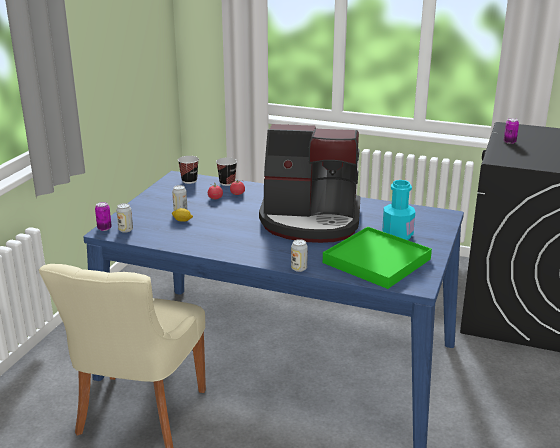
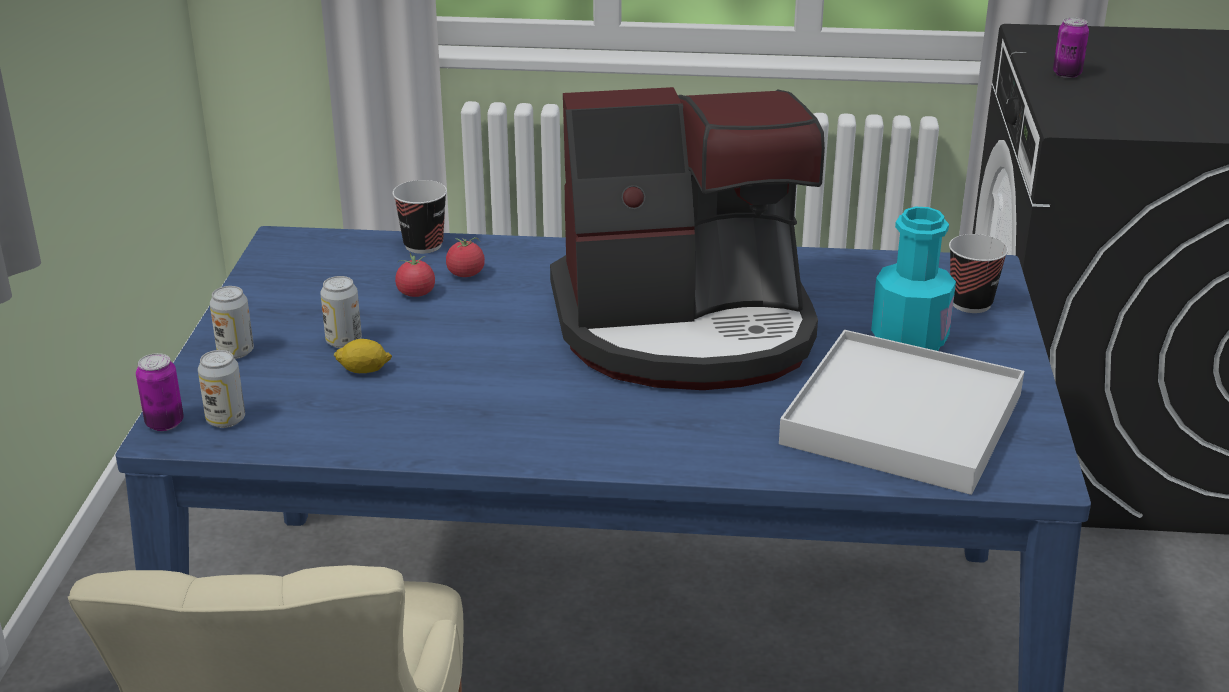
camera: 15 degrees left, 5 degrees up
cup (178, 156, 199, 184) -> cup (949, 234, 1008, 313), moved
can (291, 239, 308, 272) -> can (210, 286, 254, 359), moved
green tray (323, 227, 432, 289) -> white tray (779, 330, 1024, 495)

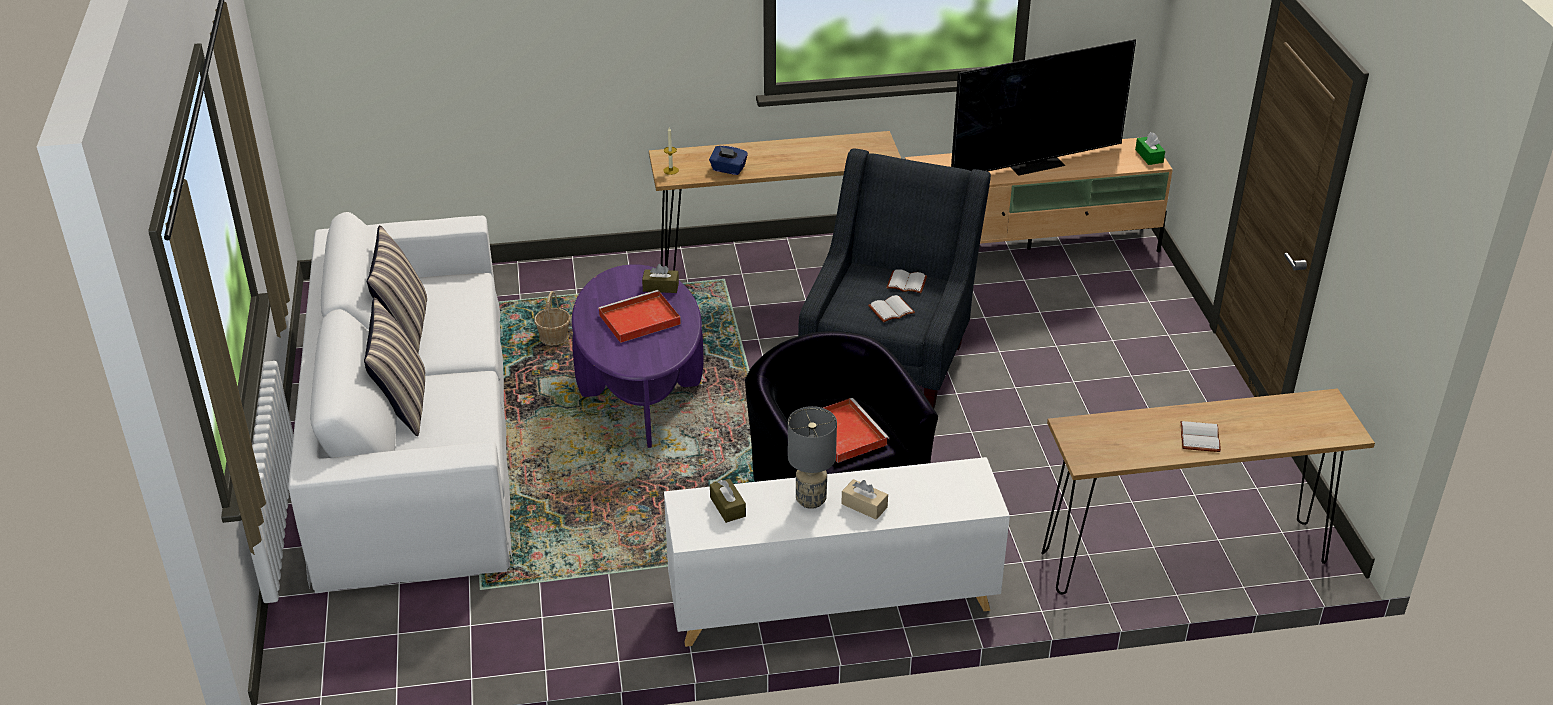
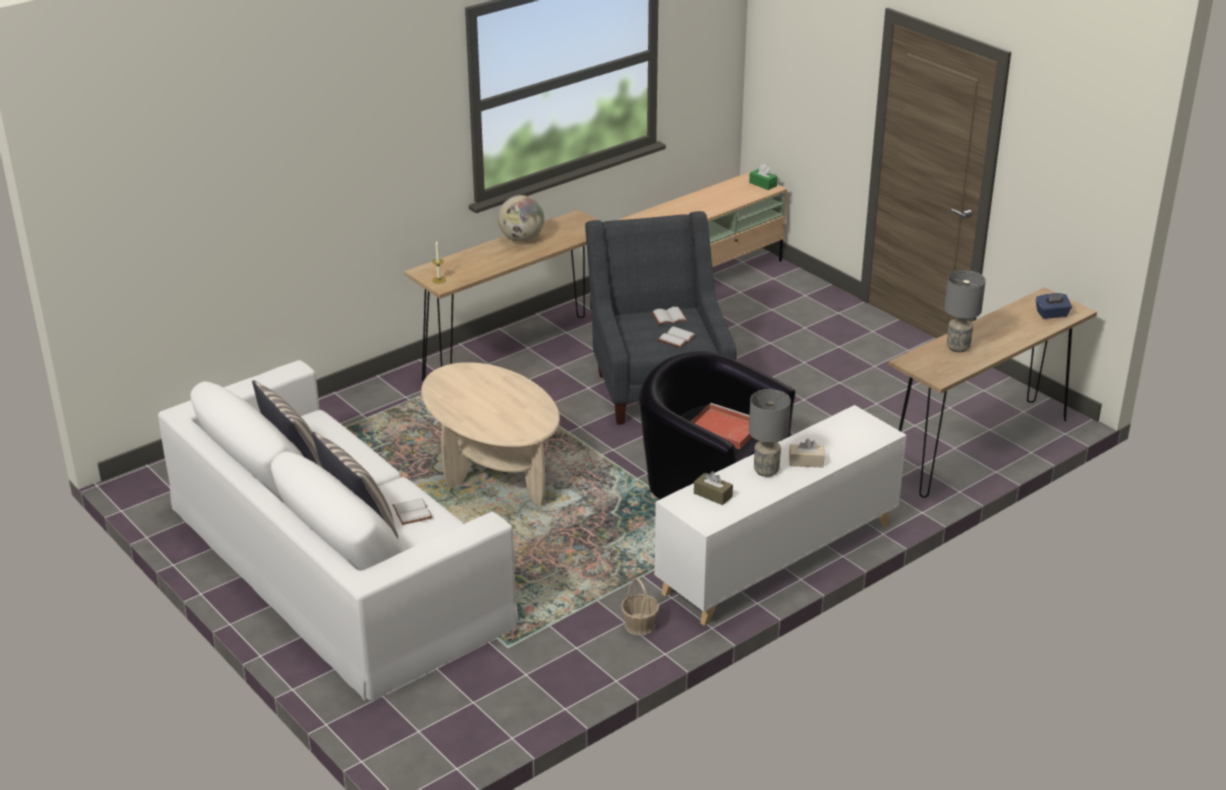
camera: 30 degrees left, 5 degrees down
red tray (598, 290, 681, 343) -> none
brown tissue box (642, 264, 679, 293) -> none
television (951, 39, 1136, 176) -> none
none -> globe (498, 195, 544, 242)
none -> grey table lamp (944, 270, 986, 352)
basket (534, 291, 570, 345) -> basket (621, 578, 659, 636), moved
blue tissue box (709, 146, 748, 175) -> blue tissue box (1036, 293, 1072, 319), moved
white book (1180, 421, 1221, 452) -> white book (392, 498, 432, 525), moved
purple coffee table (572, 264, 703, 448) -> beige coffee table (421, 362, 560, 506)

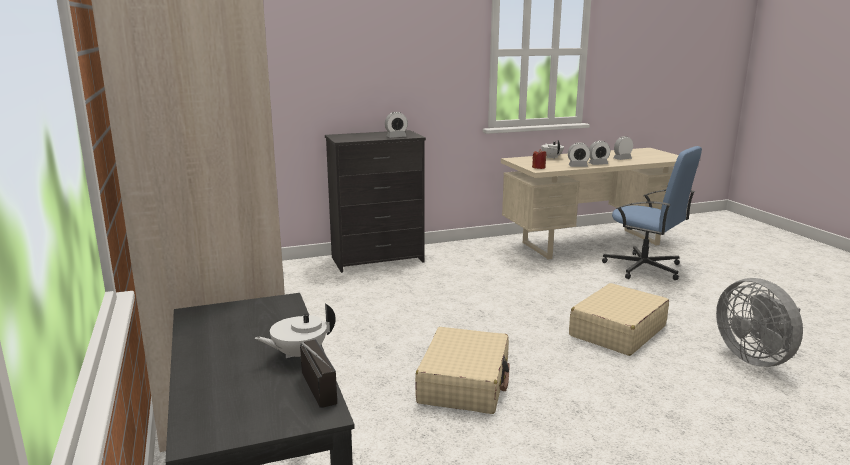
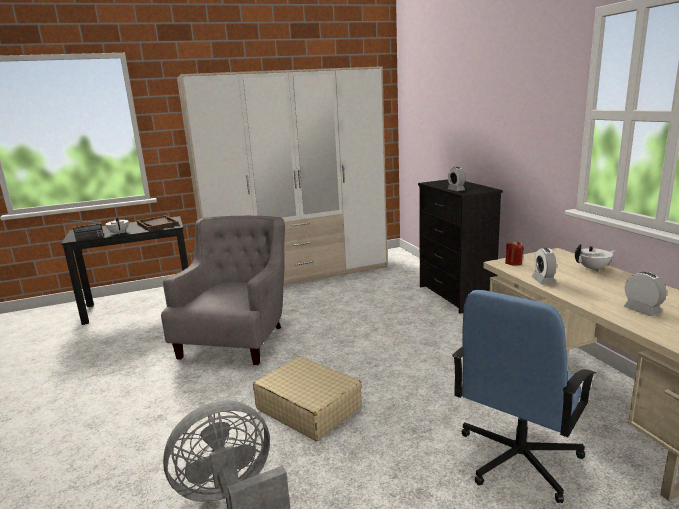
camera: 90 degrees right, 0 degrees up
alarm clock (589, 141, 610, 165) -> none
none -> brown tray (137, 215, 179, 231)
beige suitcase (415, 327, 510, 414) -> grey armchair (161, 216, 285, 365)

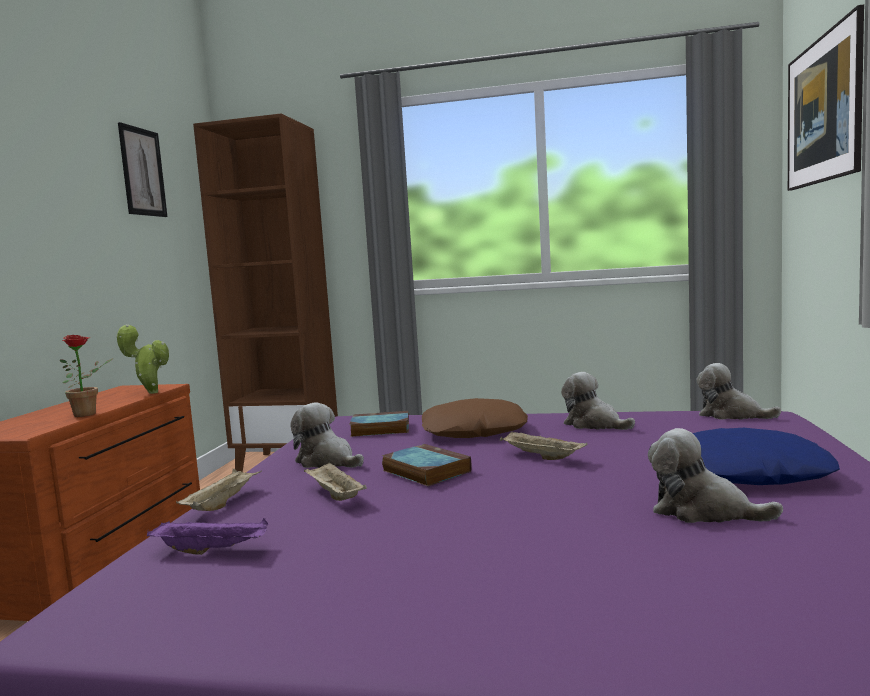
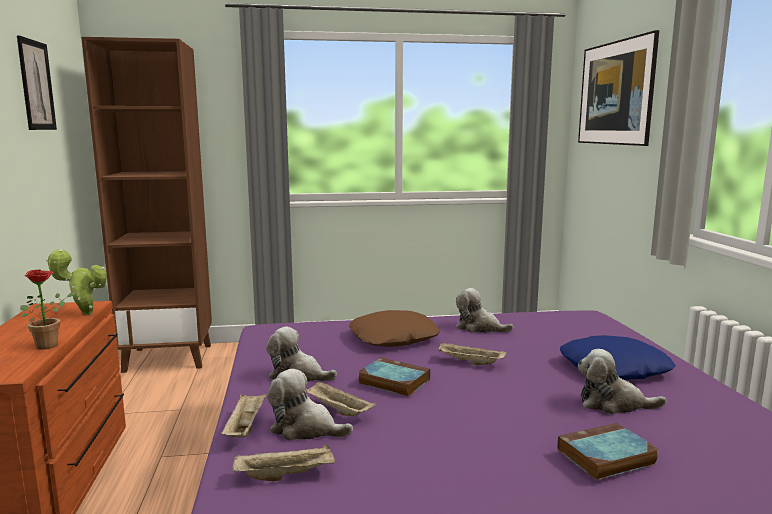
camera: 20 degrees left, 5 degrees up
book (349, 411, 409, 437) -> book (558, 423, 658, 480), moved
plush toy (696, 363, 781, 420) -> plush toy (267, 369, 353, 441), moved
purple tray (147, 518, 268, 555) -> beige tray (232, 444, 335, 481)

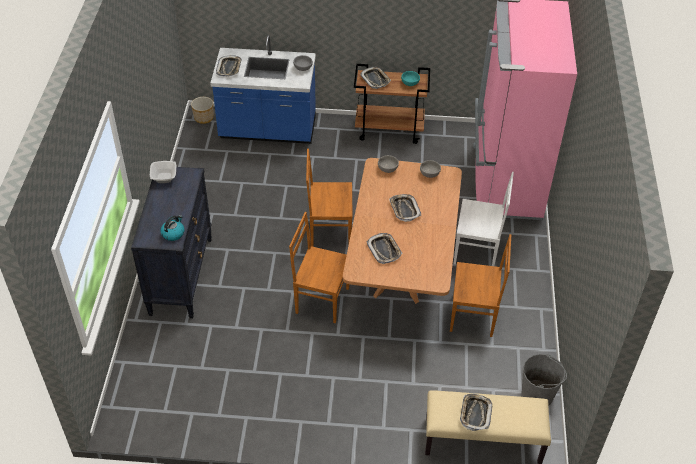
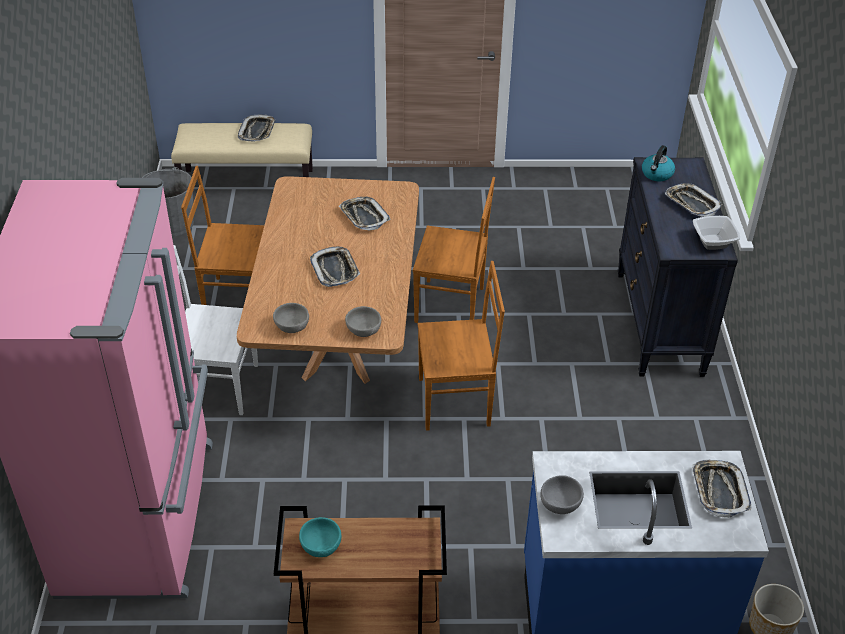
camera: 175 degrees right, 5 degrees down
tray (360, 67, 391, 89) -> tray (665, 183, 723, 217), moved

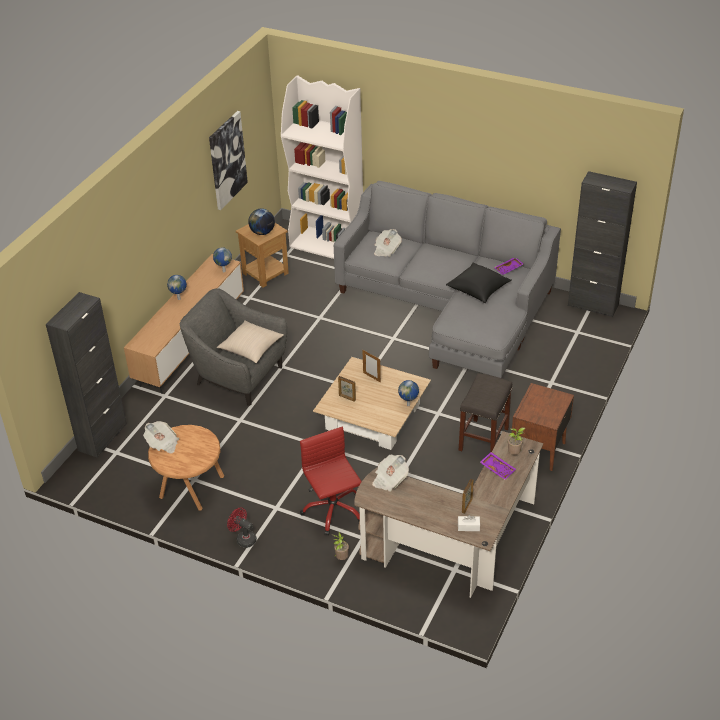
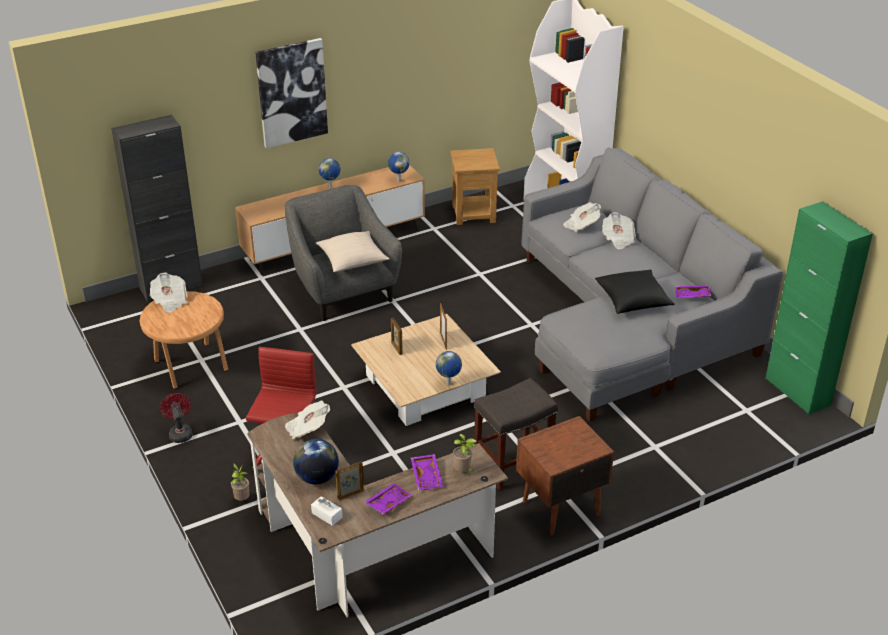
camera: 35 degrees right, 5 degrees down
none -> purple tray (365, 483, 412, 514)
none -> newspaper (602, 212, 636, 249)
picture (209, 111, 248, 210) -> picture (255, 38, 328, 148), moved
globe (248, 209, 275, 235) -> globe (293, 439, 339, 484), moved
black cabinet (568, 171, 637, 317) -> green cabinet (765, 201, 873, 415)

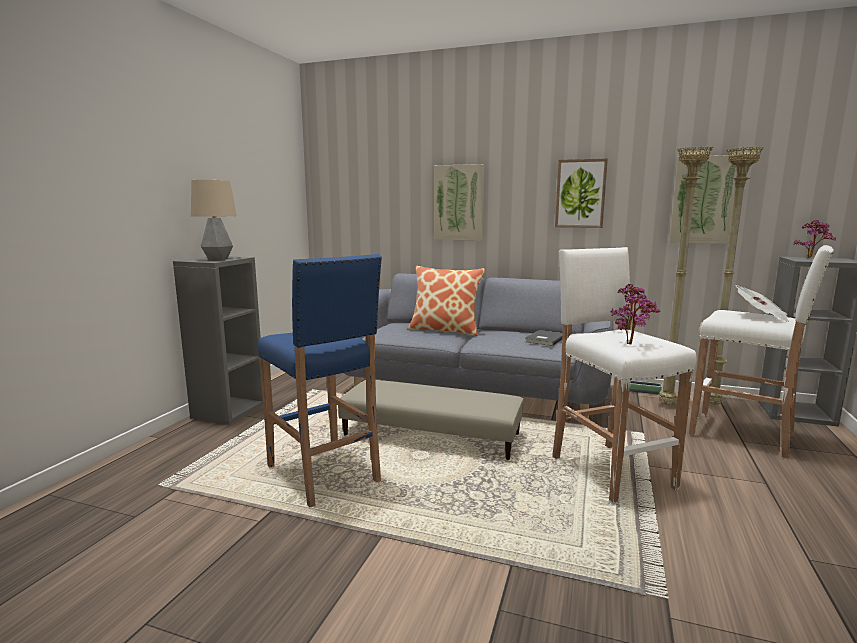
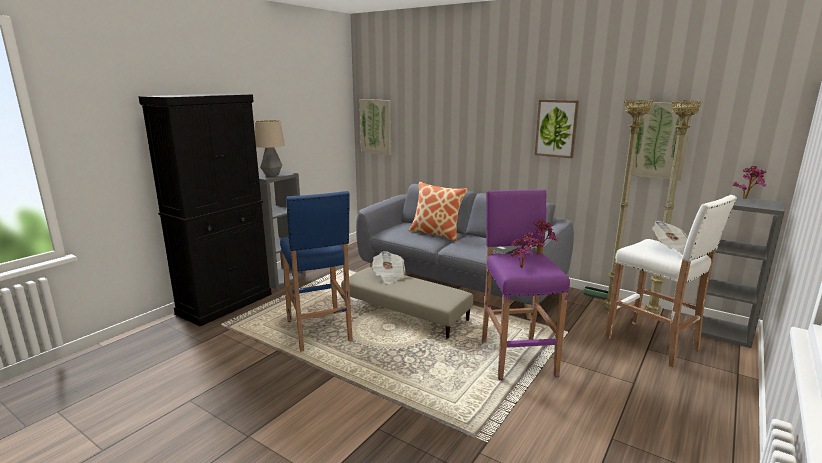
camera: 15 degrees right, 5 degrees up
none -> black cabinet (138, 94, 272, 326)
none -> newspaper (372, 251, 405, 284)
picture (434, 164, 485, 241) -> picture (360, 99, 391, 155), moved
white stool (552, 247, 696, 505) -> purple stool (482, 189, 570, 380)

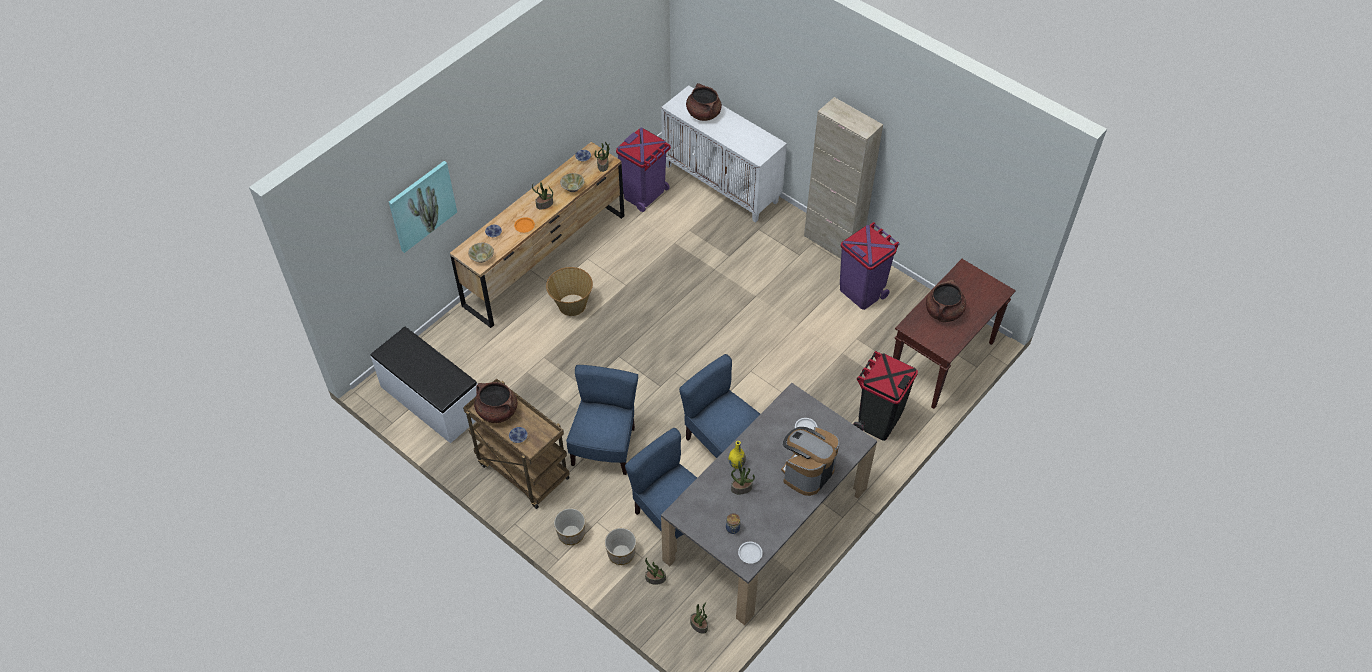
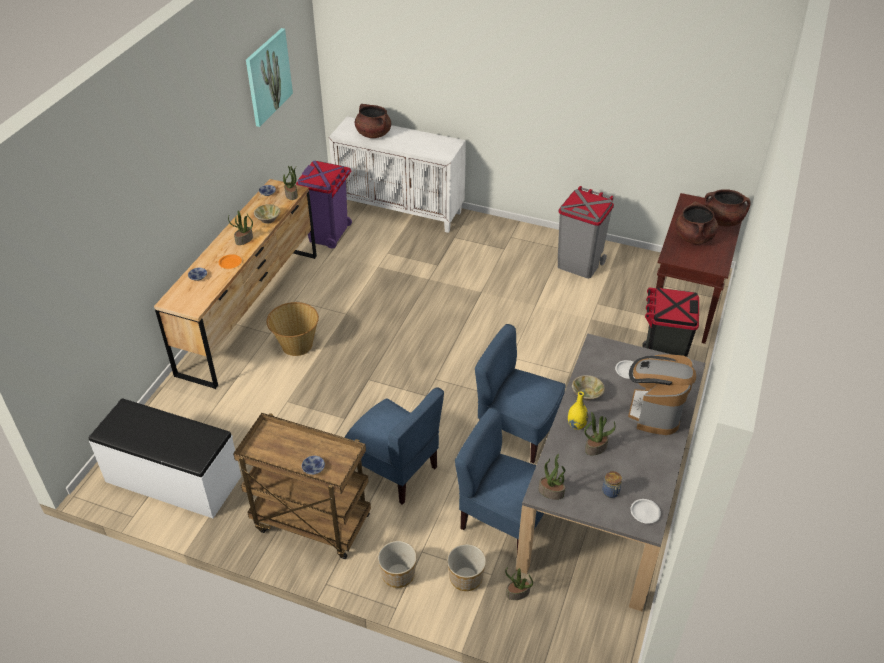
camera: 20 degrees left, 10 degrees down
beige cabinet (804, 97, 883, 259) -> none
picture (389, 161, 457, 253) -> picture (246, 28, 293, 127), moved
beige bowl (468, 243, 494, 263) -> beige bowl (572, 375, 605, 401), moved
brown cooking pot (474, 382, 518, 423) -> brown cooking pot (704, 189, 751, 227), moved
potted plant (690, 603, 708, 634) -> potted plant (539, 454, 565, 500), moved
purple trash can (840, 222, 899, 310) -> grey trash can (558, 186, 614, 278)
blue chair (566, 365, 638, 475) -> blue chair (344, 387, 444, 505), 135 degrees clockwise

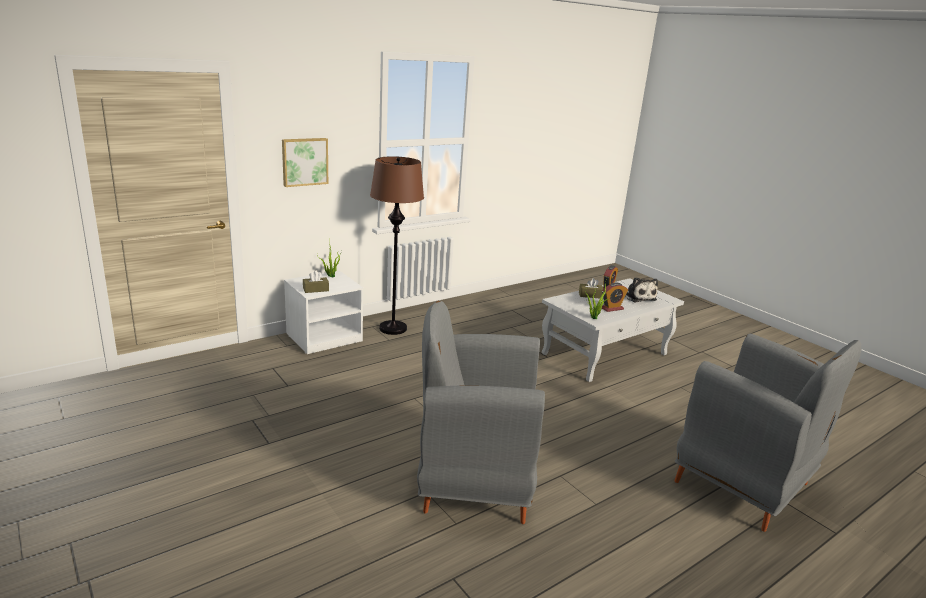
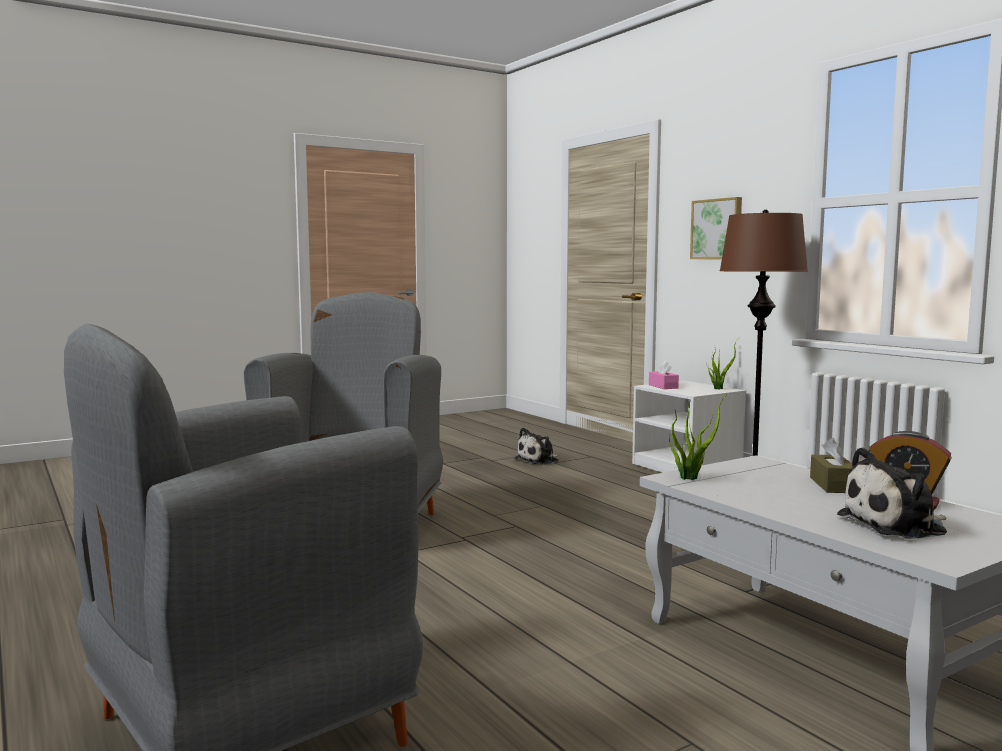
camera: 95 degrees right, 15 degrees down
alarm clock (602, 283, 628, 312) -> none
none -> plush toy (515, 428, 558, 465)
brown tissue box (303, 271, 329, 293) -> pink tissue box (649, 361, 679, 389)

